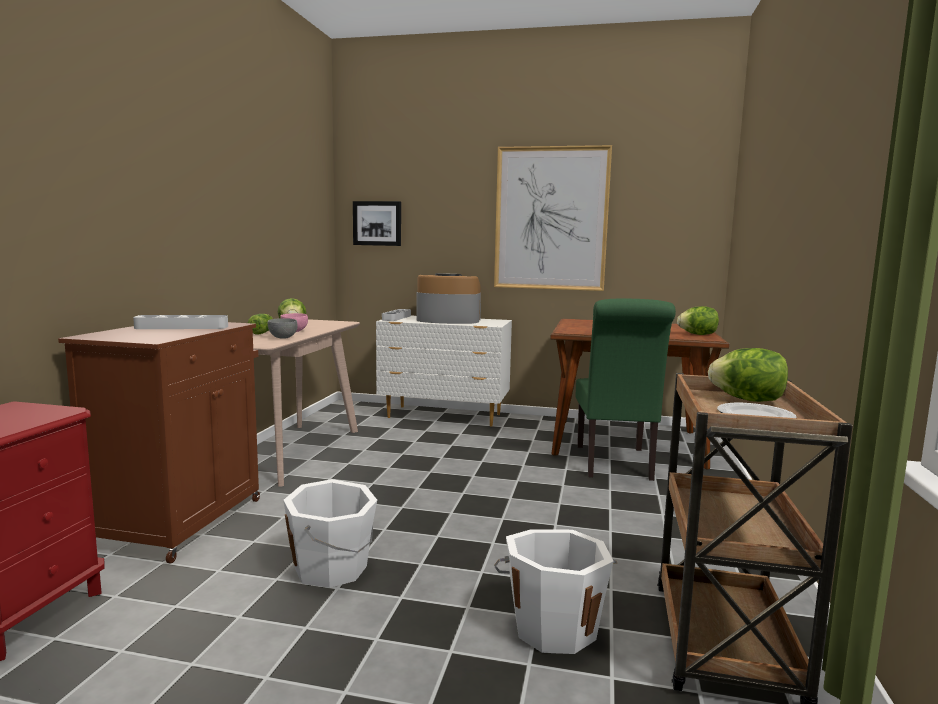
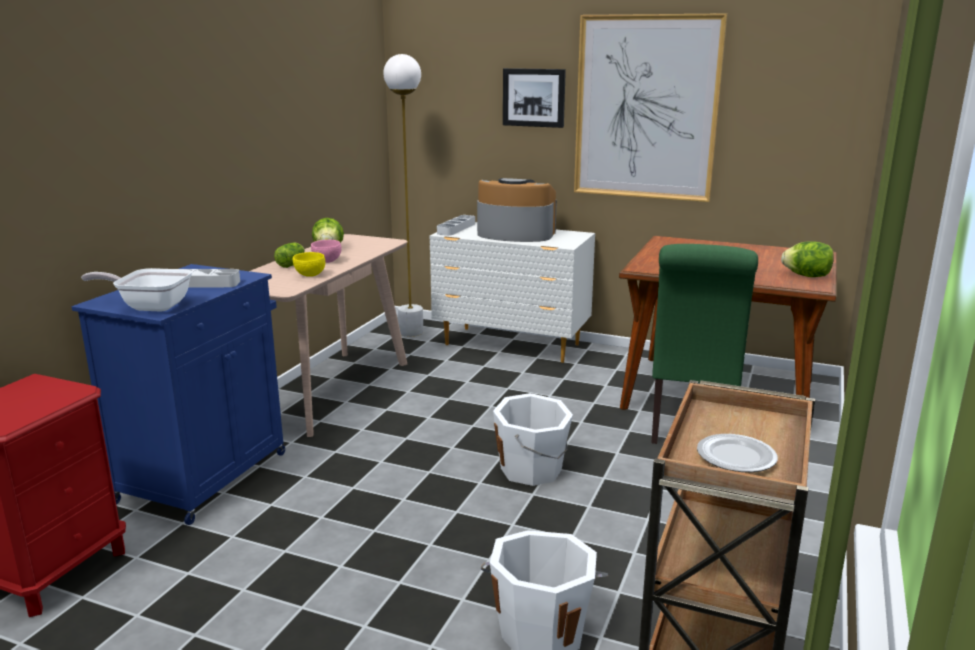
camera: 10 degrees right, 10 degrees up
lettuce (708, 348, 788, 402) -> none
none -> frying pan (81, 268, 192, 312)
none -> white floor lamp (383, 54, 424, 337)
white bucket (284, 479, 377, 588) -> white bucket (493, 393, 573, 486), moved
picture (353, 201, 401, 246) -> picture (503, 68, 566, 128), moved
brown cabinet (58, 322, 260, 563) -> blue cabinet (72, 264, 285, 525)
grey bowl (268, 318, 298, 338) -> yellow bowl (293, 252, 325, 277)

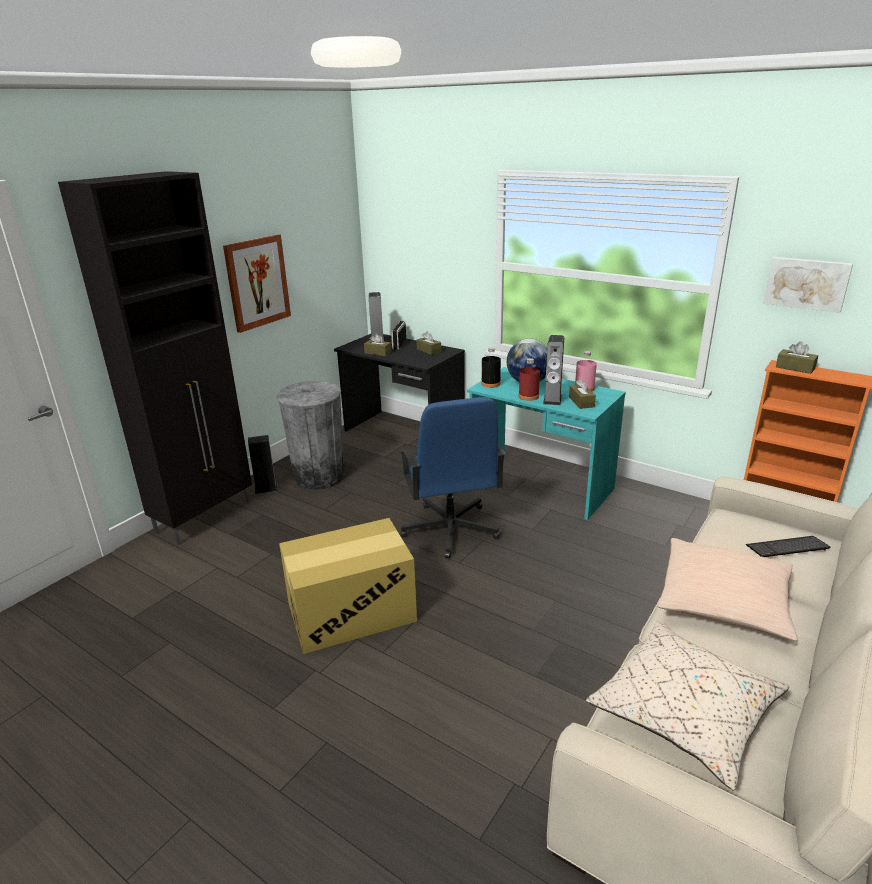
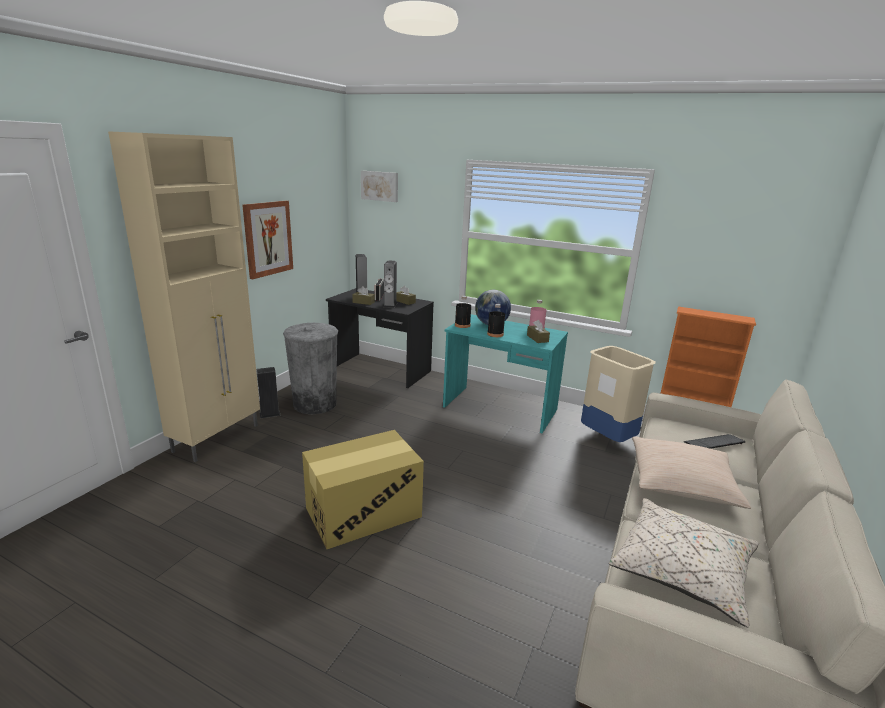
camera: 10 degrees left, 5 degrees down
blue office chair (400, 397, 506, 559) -> none
brown tissue box (776, 341, 818, 374) -> none
none -> beige trash can (581, 346, 656, 442)
speaker (543, 335, 564, 405) -> speaker (383, 260, 397, 308), moved
picture (763, 257, 853, 313) -> picture (361, 171, 398, 202), moved
black cabinet (58, 171, 252, 545) -> beige cabinet (108, 131, 260, 462)
red bottle (519, 358, 540, 401) -> black bottle (487, 304, 505, 337)

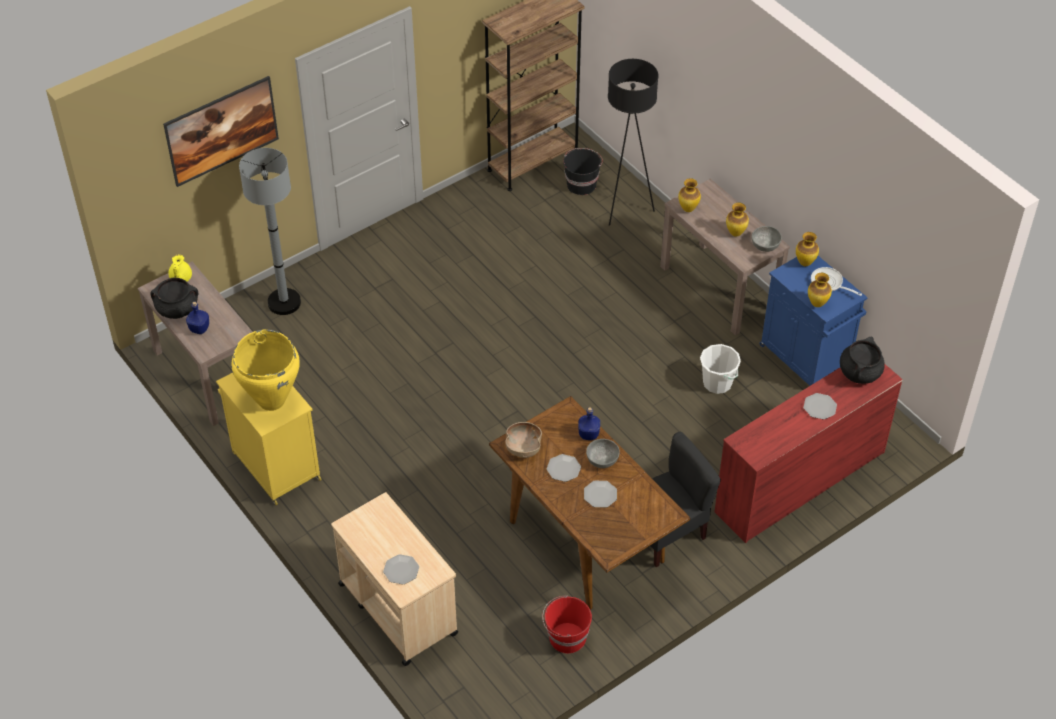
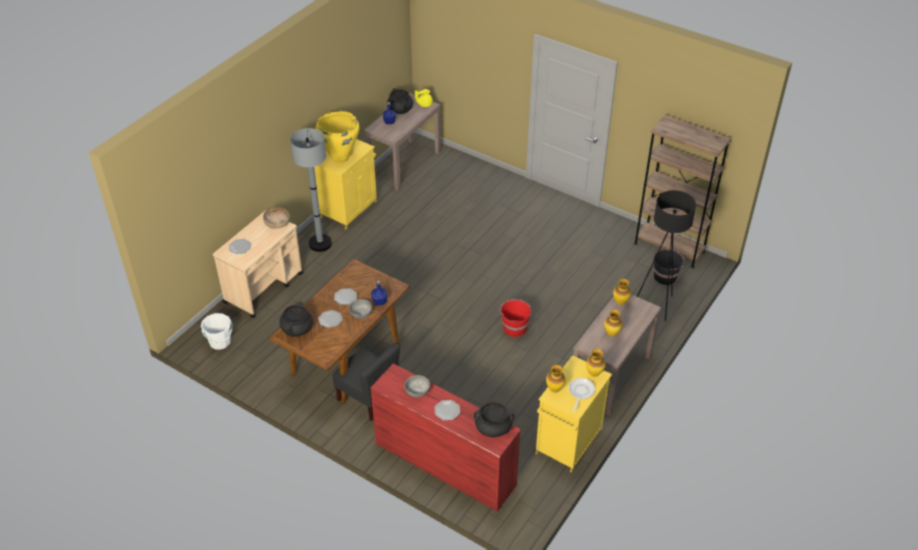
camera: 70 degrees right, 5 degrees down
picture (163, 76, 279, 187) -> none
none -> black cooking pot (279, 302, 313, 337)
grey floor lamp (239, 148, 301, 315) -> grey floor lamp (290, 128, 332, 252), moved
brown bowl (505, 422, 542, 458) -> brown bowl (263, 208, 290, 229), moved
red bucket (542, 596, 592, 653) -> red bucket (500, 299, 531, 337), moved
white bucket (700, 344, 741, 394) -> white bucket (201, 313, 232, 350), moved
grey bowl (751, 226, 782, 252) -> grey bowl (404, 375, 430, 398), moved
blue cabinet (760, 256, 868, 386) -> yellow cabinet (535, 355, 612, 473)

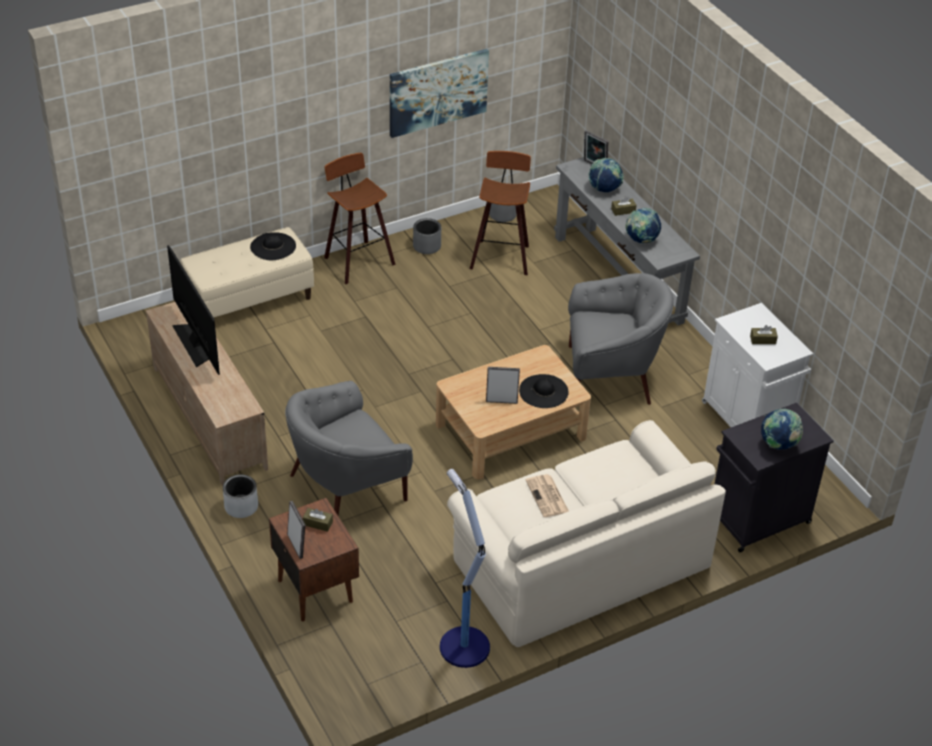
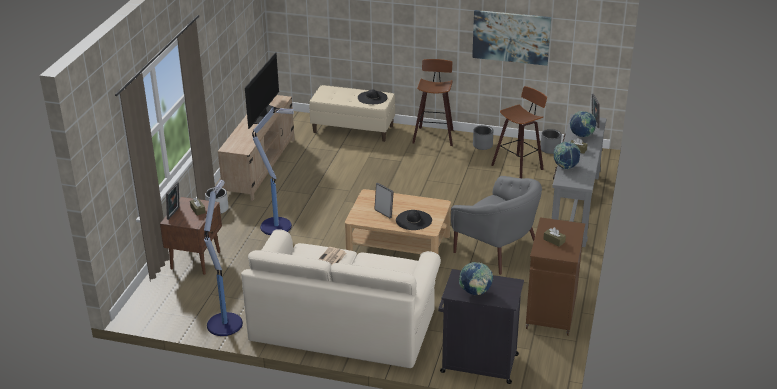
camera: 45 degrees right, 10 degrees down
grey armchair (285, 381, 413, 515) -> floor lamp (252, 108, 294, 235)
white cabinet (702, 303, 813, 427) -> brown cabinet (526, 217, 585, 336)

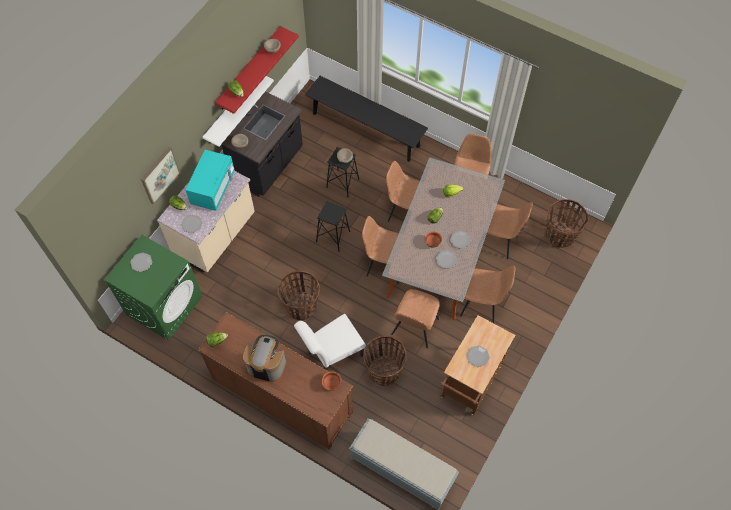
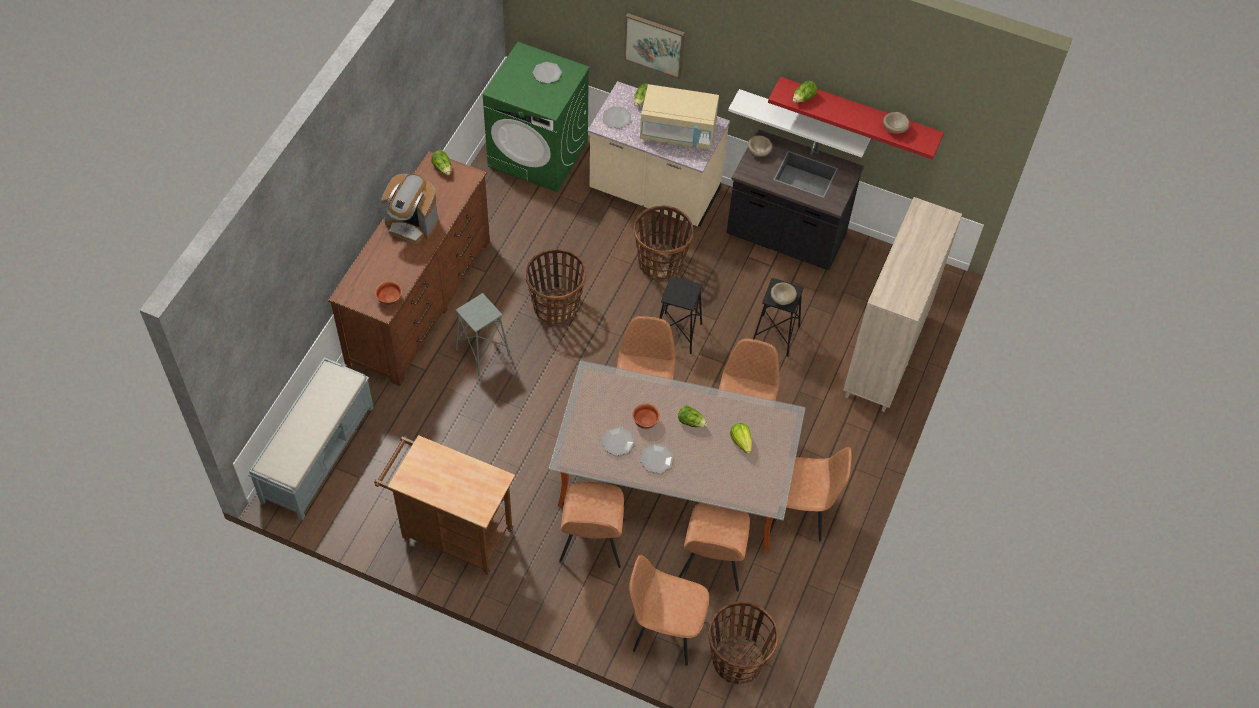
camera: 80 degrees right, 5 degrees down
plate (467, 346, 490, 367) -> none
basket (363, 336, 407, 386) -> basket (634, 206, 693, 280), moved
brown chair (391, 289, 440, 348) -> brown chair (629, 555, 709, 666), moved
white chair (294, 314, 366, 370) -> grey stool (455, 293, 510, 376)
black bench (305, 76, 428, 162) -> beige cabinet (843, 197, 962, 412)
turquoise microwave (185, 150, 235, 211) -> beige microwave (640, 84, 719, 149)
coffee machine (243, 335, 286, 382) -> coffee machine (381, 174, 439, 244), 105 degrees clockwise

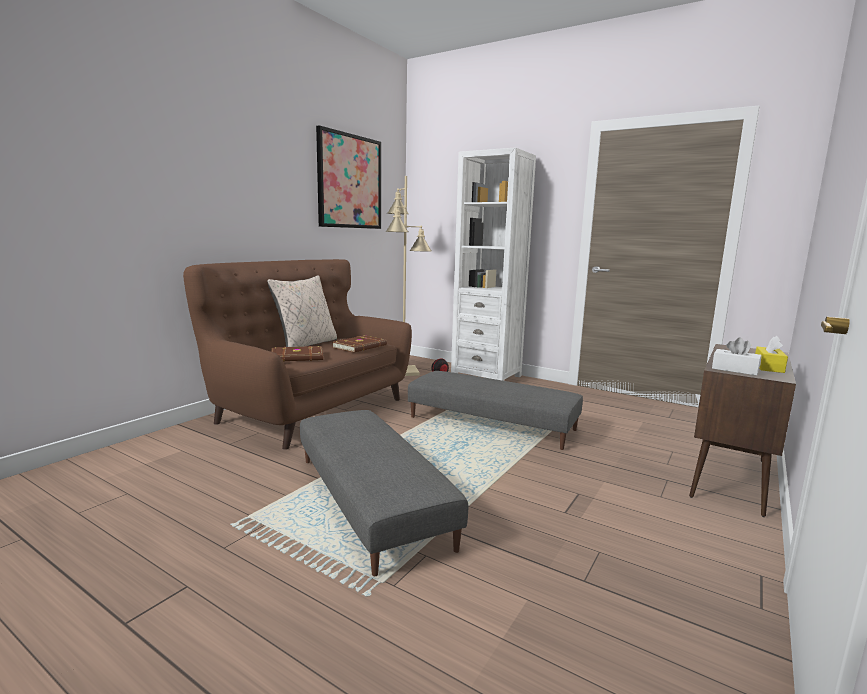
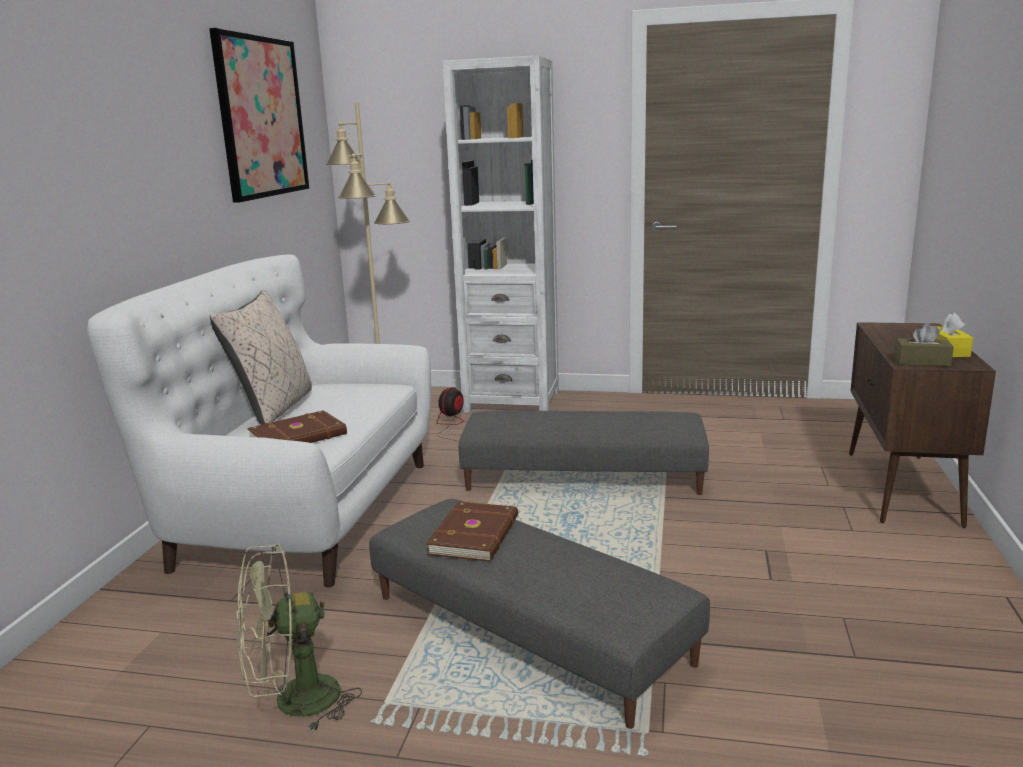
camera: 20 degrees left, 5 degrees up
none -> green fan (237, 544, 362, 733)
brown book (332, 335, 387, 353) -> brown book (426, 501, 518, 562), moved
brown sofa (183, 259, 412, 450) -> white sofa (87, 254, 431, 588)
white tissue box (712, 337, 762, 376) -> brown tissue box (894, 323, 954, 367)

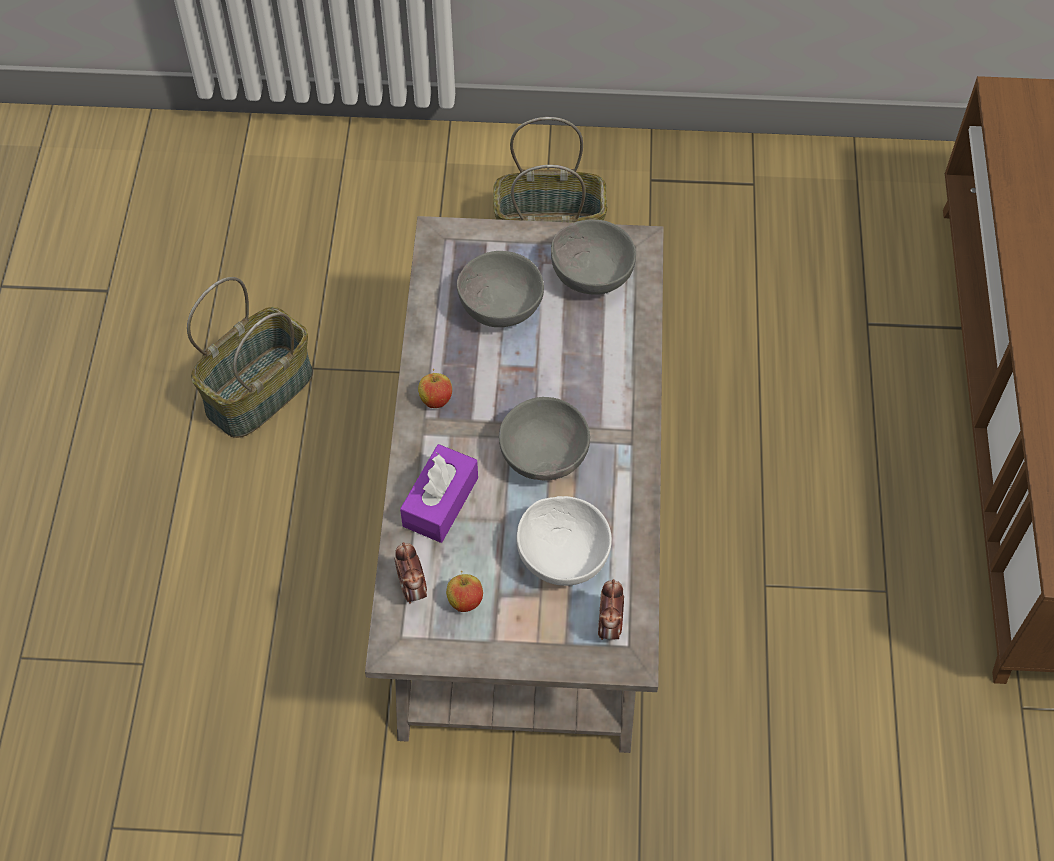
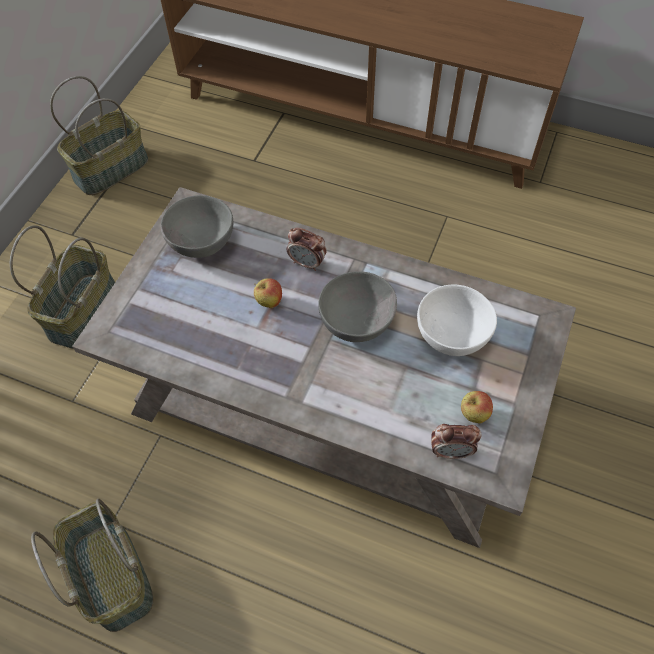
camera: 70 degrees left, 0 degrees up
purple tissue box (400, 444, 478, 543) -> none
grey bowl (457, 251, 544, 327) -> none
none -> basket (50, 76, 148, 195)
apple (418, 369, 452, 408) -> apple (254, 278, 282, 308), moved
alarm clock (598, 579, 624, 640) -> alarm clock (287, 228, 326, 271), moved

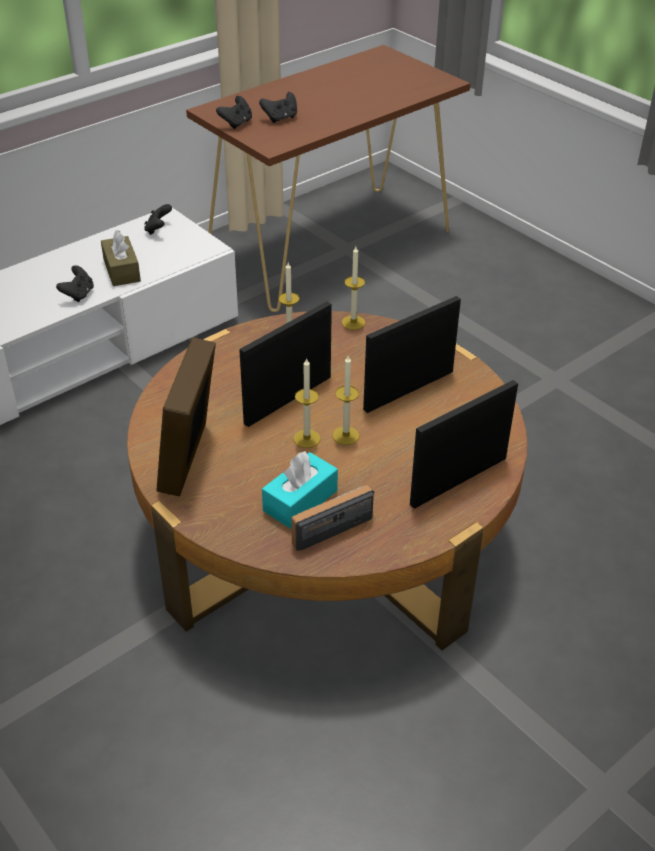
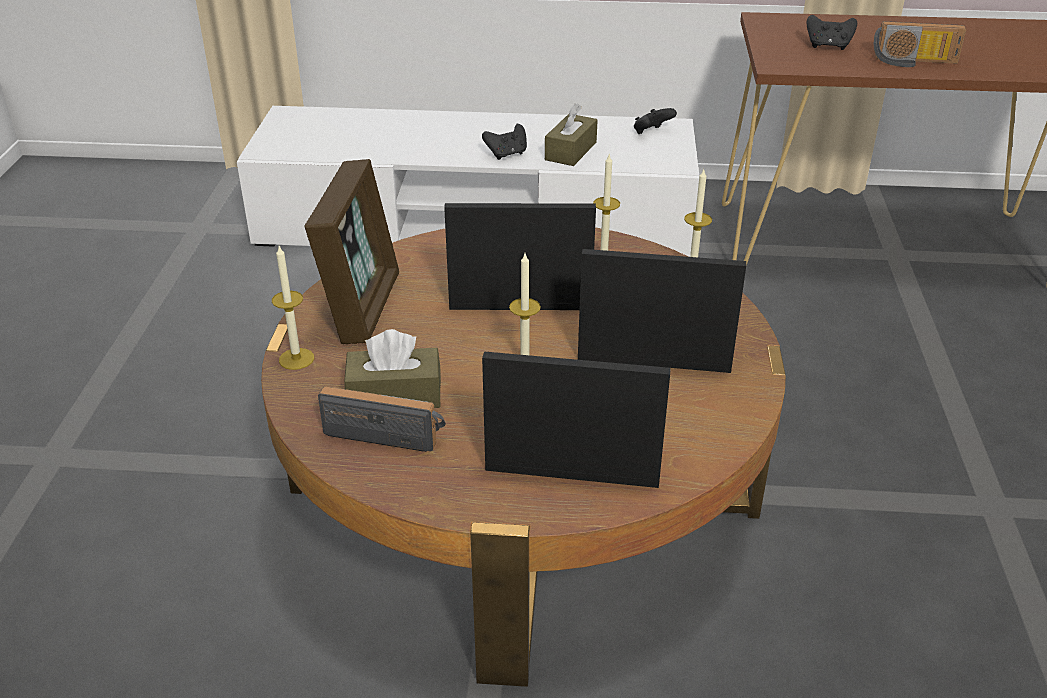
camera: 45 degrees right, 5 degrees down
black game controller (216, 96, 252, 129) -> none
none -> radio (874, 21, 966, 67)
candle (293, 358, 321, 448) -> candle (272, 246, 314, 370), moved
turquoise tissue box (262, 451, 338, 529) -> brown tissue box (344, 329, 441, 408)
picture frame (156, 337, 216, 496) -> picture frame (305, 159, 399, 344), 135 degrees clockwise

